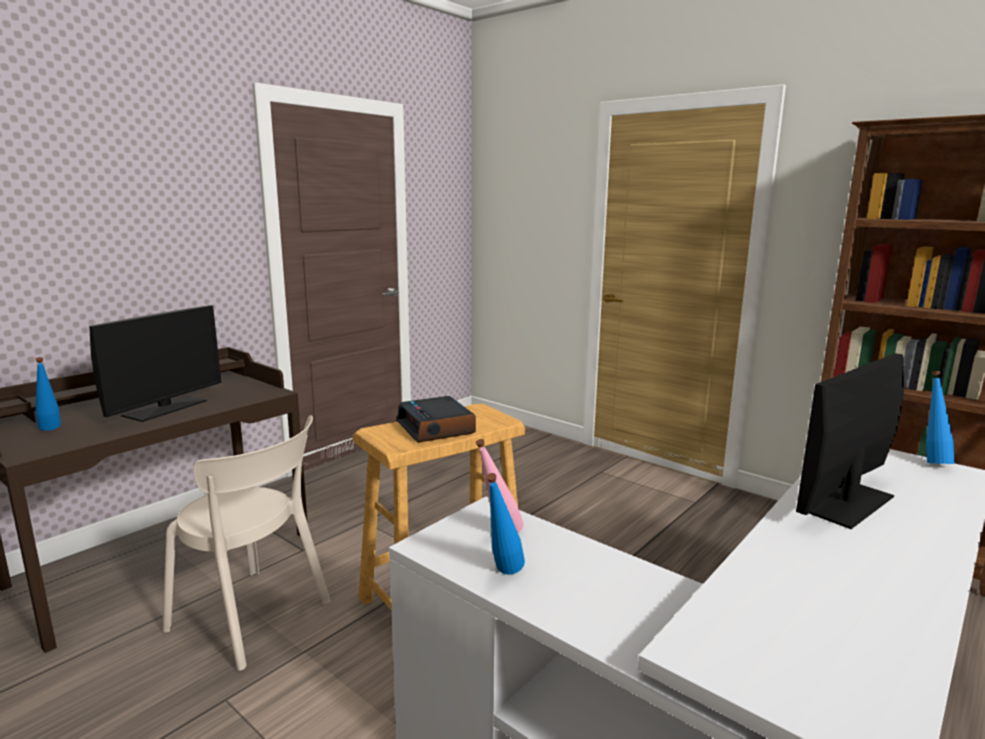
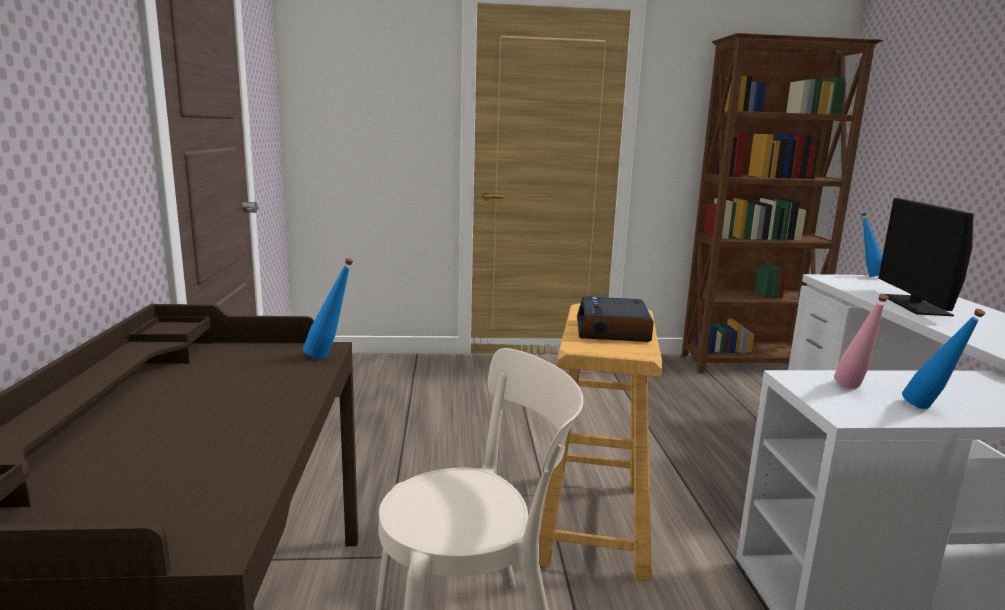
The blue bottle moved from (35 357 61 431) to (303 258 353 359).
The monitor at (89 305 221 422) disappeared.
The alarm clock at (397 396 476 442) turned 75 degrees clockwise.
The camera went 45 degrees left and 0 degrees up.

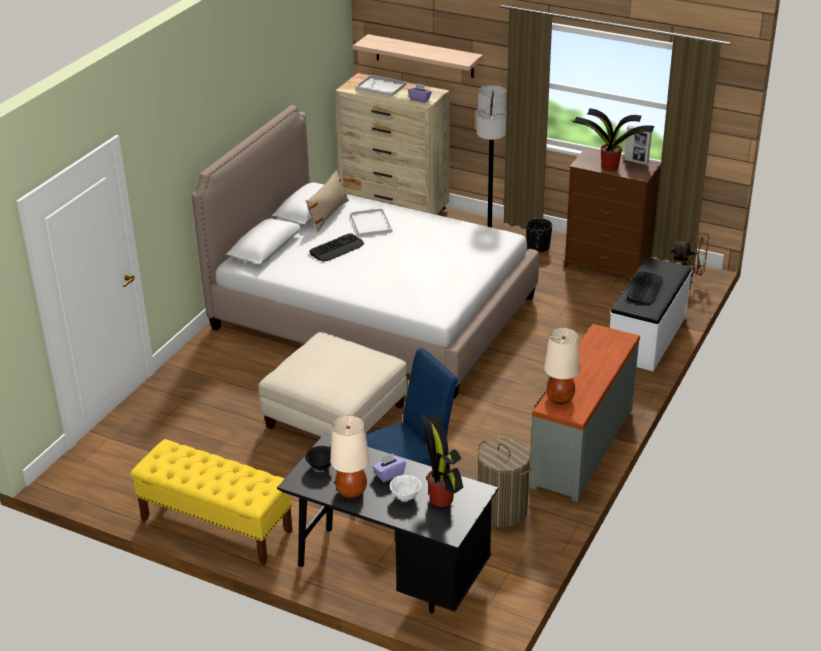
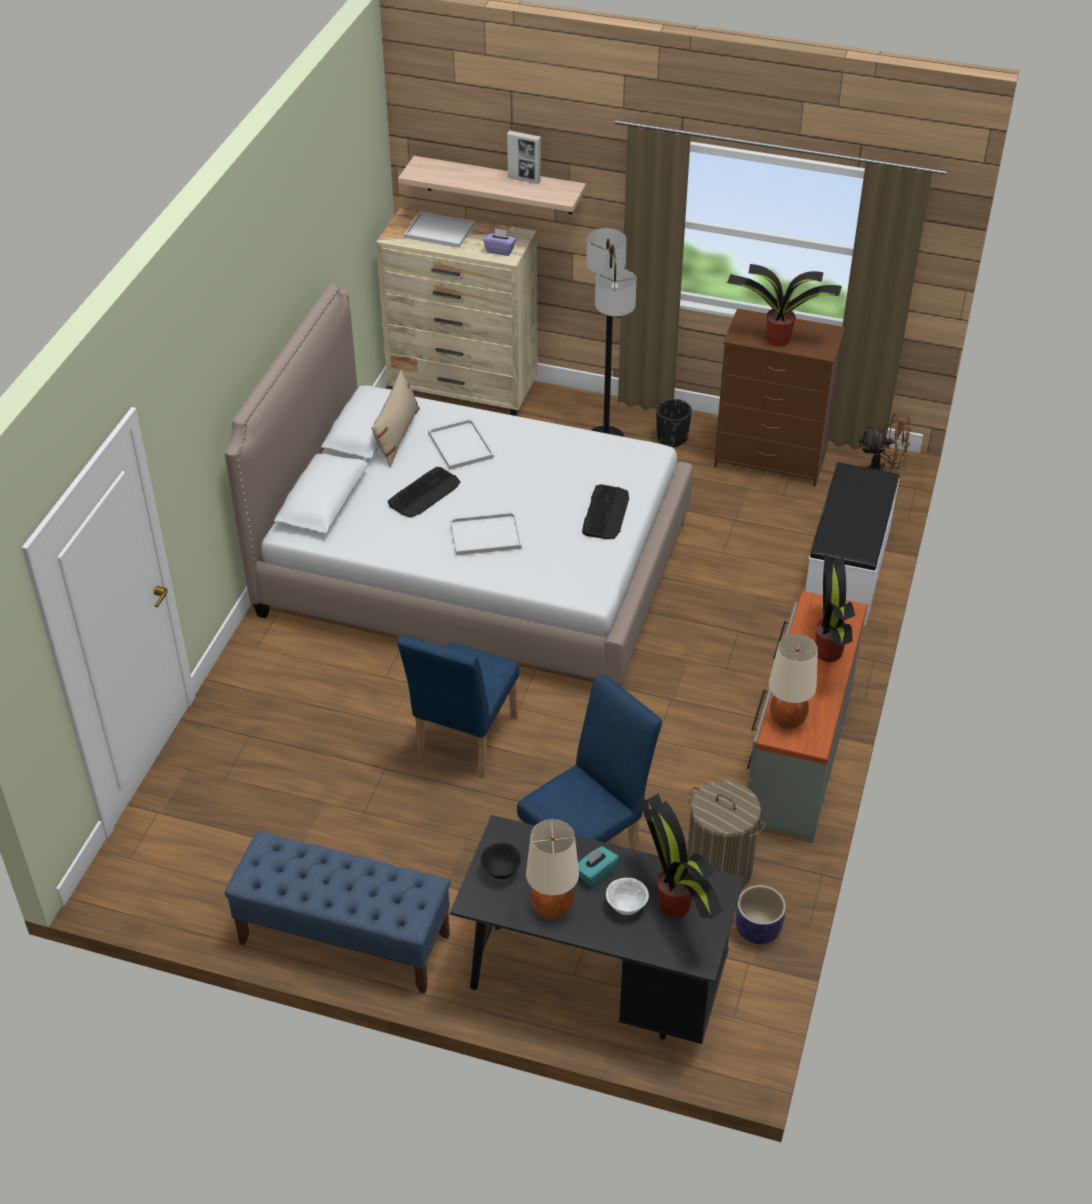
The yellow bench at (130 439 293 565) became the blue bench at (224 831 451 994).
The beige ottoman at (258 332 407 437) was replaced by the blue chair at (397 635 519 778).
The purple tissue box at (372 453 406 482) became the turquoise tissue box at (578 846 619 887).
The picture frame moved from (624 125 652 165) to (507 130 541 184).
The keyboard moved from (627 271 663 305) to (582 484 629 539).
The white tray at (450 512 522 555) appeared.
The planter at (736 885 786 944) appeared.
The potted plant at (815 554 855 662) appeared.
The camera went 10 degrees left and 10 degrees up.

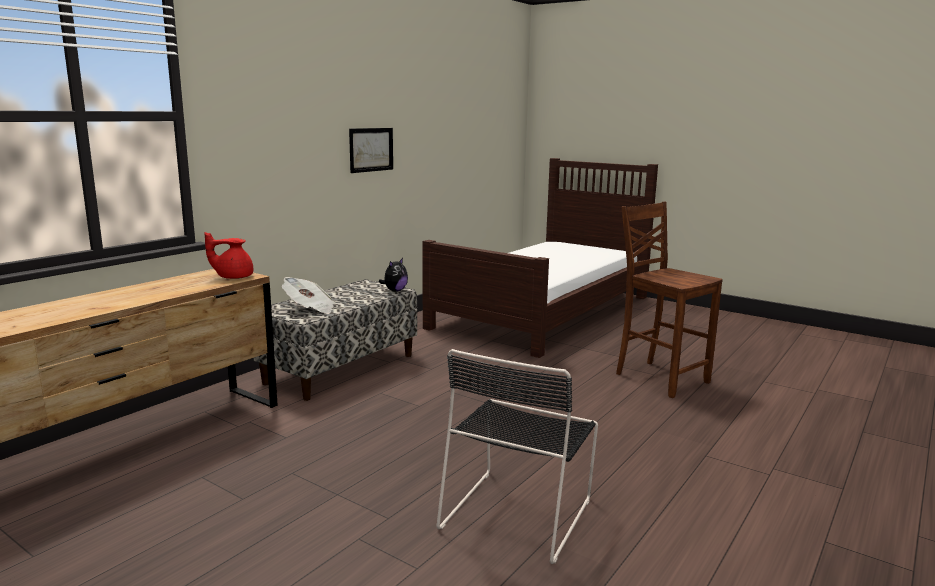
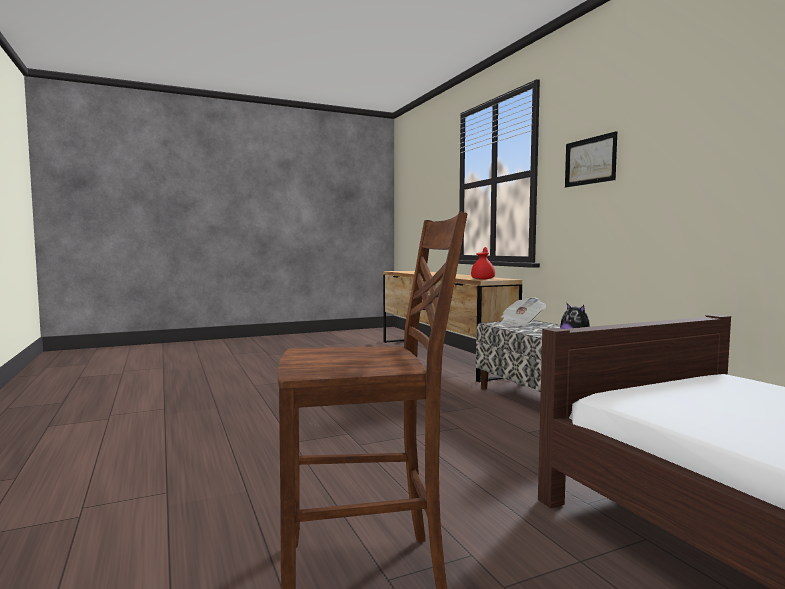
The picture moved from (349 128 393 173) to (565 131 617 187).
The black chair at (437 349 598 564) disappeared.
The camera went 120 degrees right and 10 degrees down.

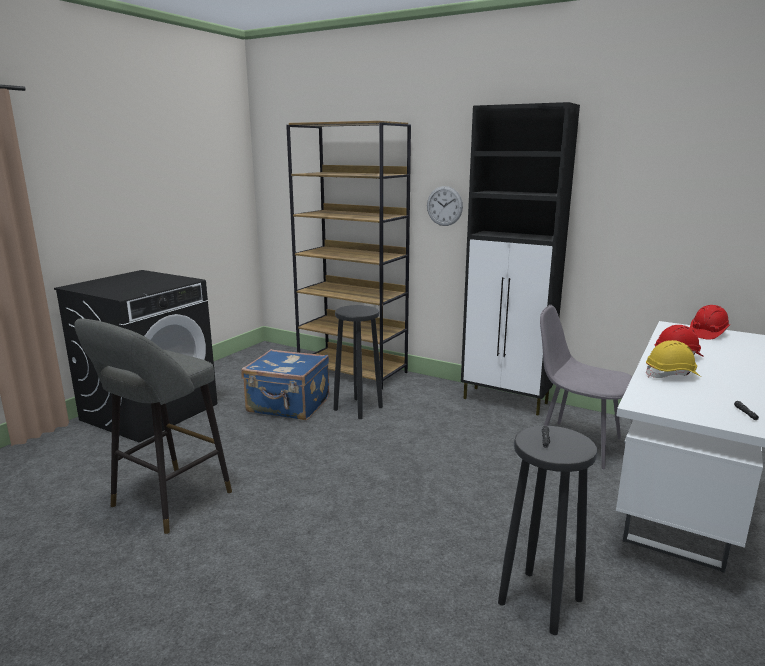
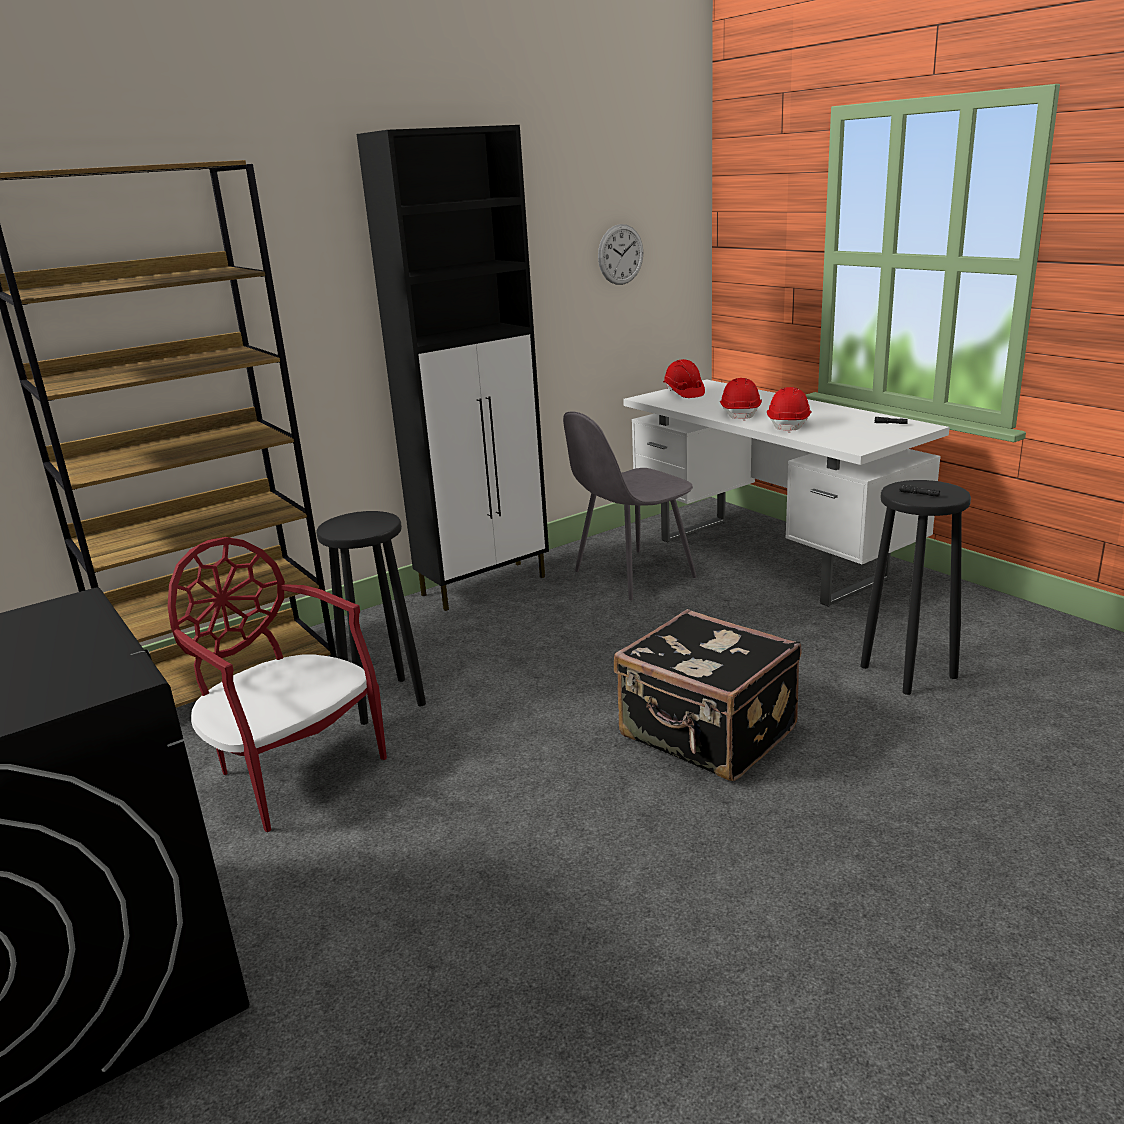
The grey stool at (74 318 232 534) disappeared.
The blue suitcase at (241 349 329 420) was replaced by the red chair at (168 537 387 832).
The wall clock moved from (427 186 463 226) to (598 224 643 285).
The yellow hard hat at (646 340 701 378) became the red hard hat at (767 387 812 433).
The black suitcase at (614 609 801 781) appeared.
The camera went 65 degrees left and 5 degrees up.

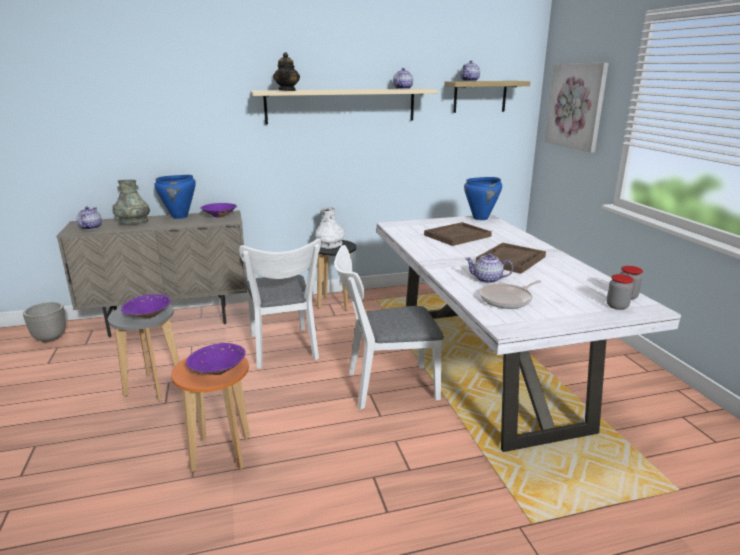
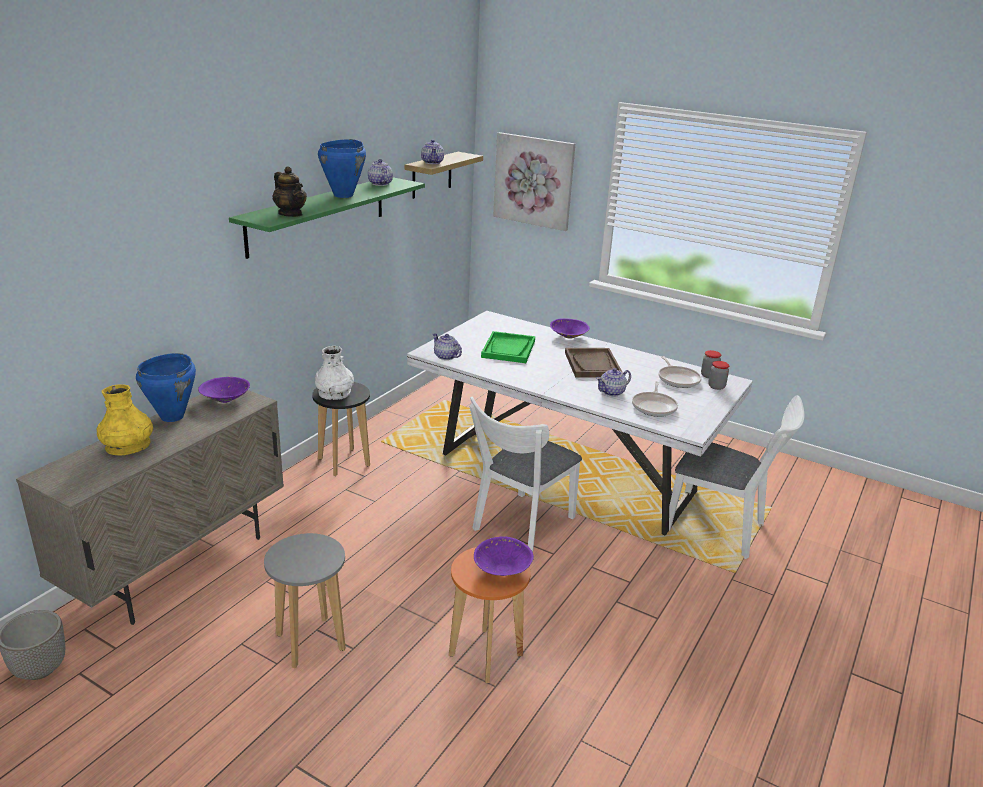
The teapot moved from (76 207 102 230) to (433 333 462 360).
The grey vase at (112 180 150 224) became the yellow vase at (96 384 153 456).
The purple bowl moved from (121 294 171 318) to (550 318 590 339).
The white chair moved from (239 238 321 369) to (669 395 804 559).
The beige shelf at (250 89 438 124) became the green shelf at (229 177 425 259).
The brown tray at (424 222 492 246) became the green tray at (481 331 535 363).
The blue cooking pot moved from (464 177 502 220) to (318 139 366 198).
The frying pan at (658 356 702 388) appeared.
The camera went 45 degrees left and 5 degrees up.

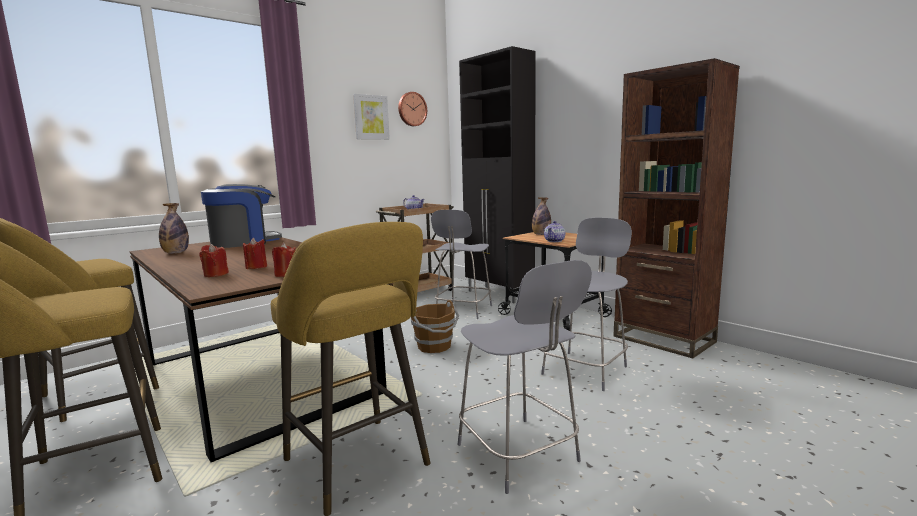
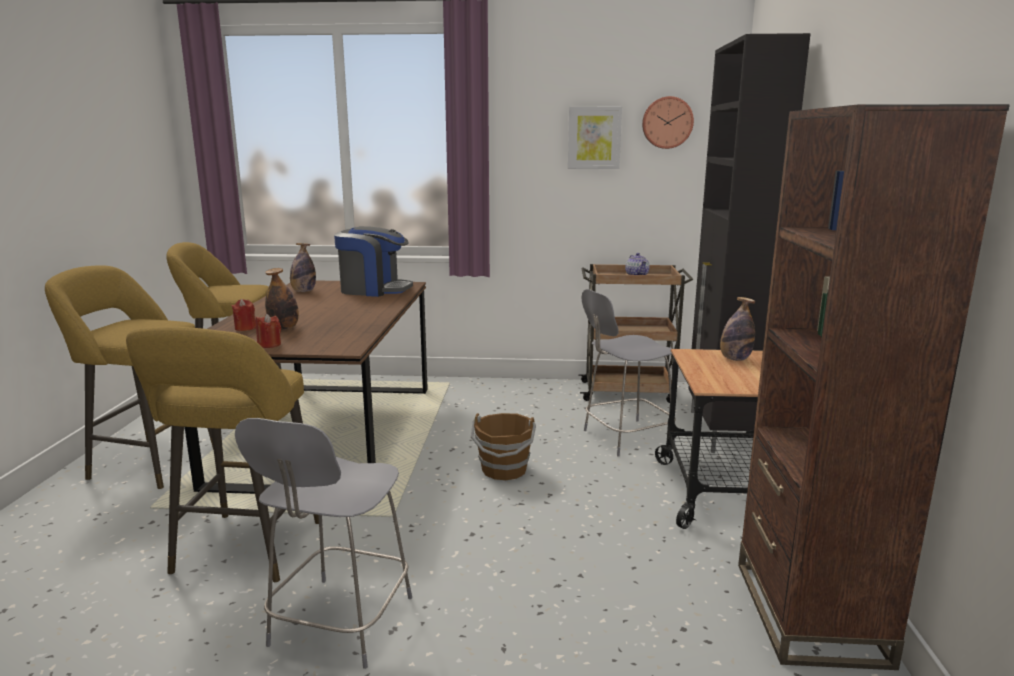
The red candle at (243 238 267 269) was replaced by the bottle at (265 268 299 330).
The grey chair at (541 218 632 391) disappeared.
The teapot at (544 221 565 242) disappeared.
The camera went 45 degrees right and 5 degrees up.

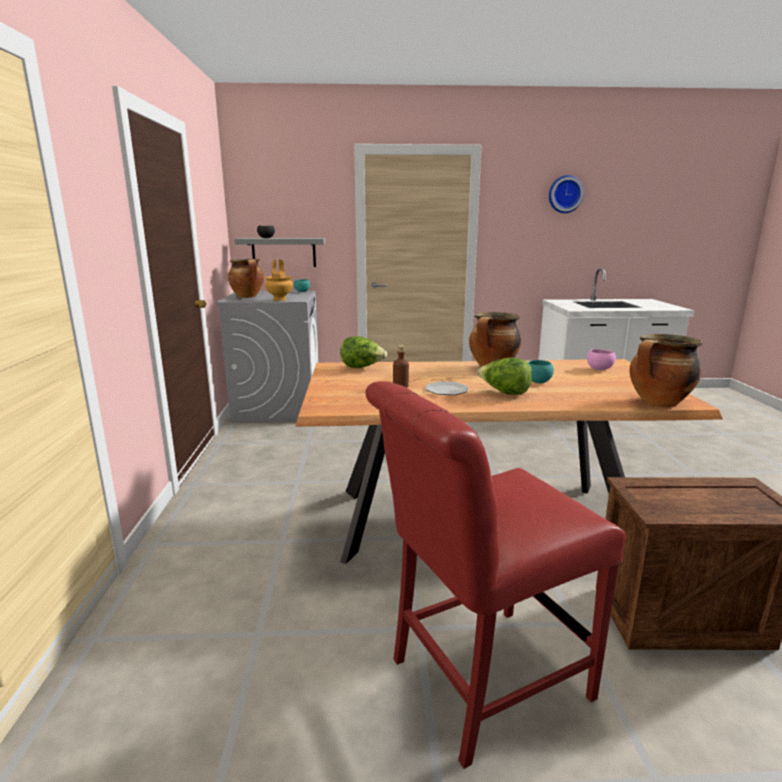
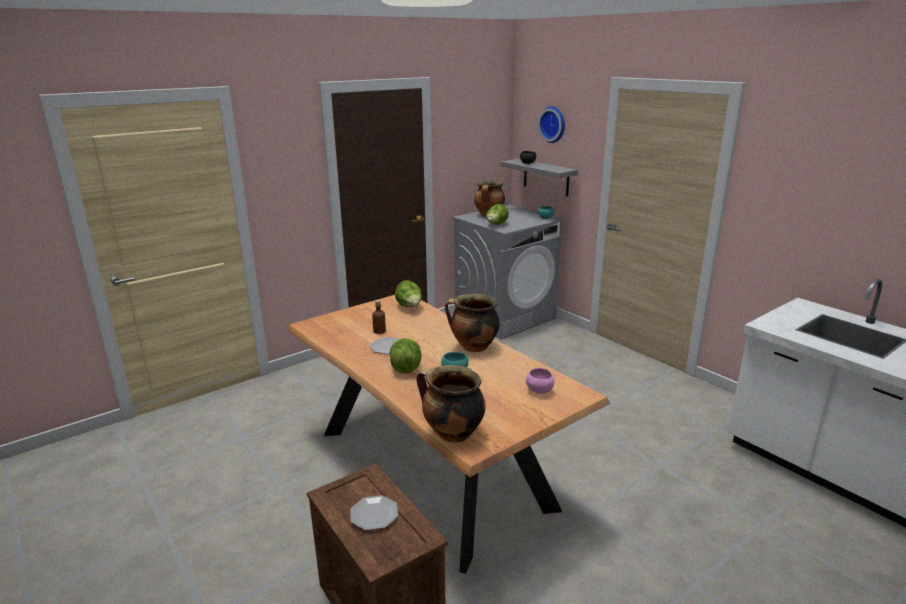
The brown vase at (265 259 293 301) was replaced by the lettuce at (486 204 509 225).
The red chair at (366 381 626 769) disappeared.
The wall clock moved from (549 175 584 213) to (538 106 565 143).
The plate at (350 495 398 531) appeared.
The camera went 55 degrees right and 5 degrees up.

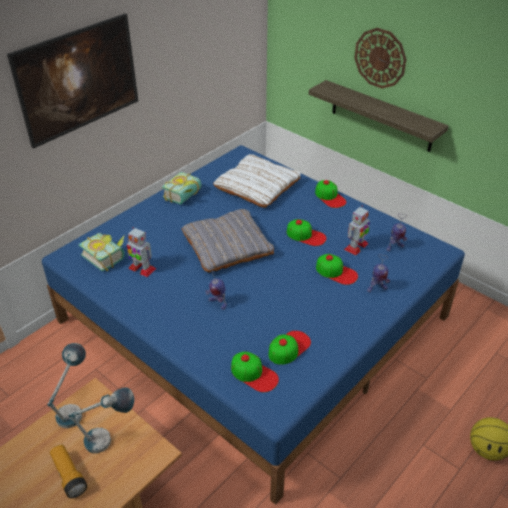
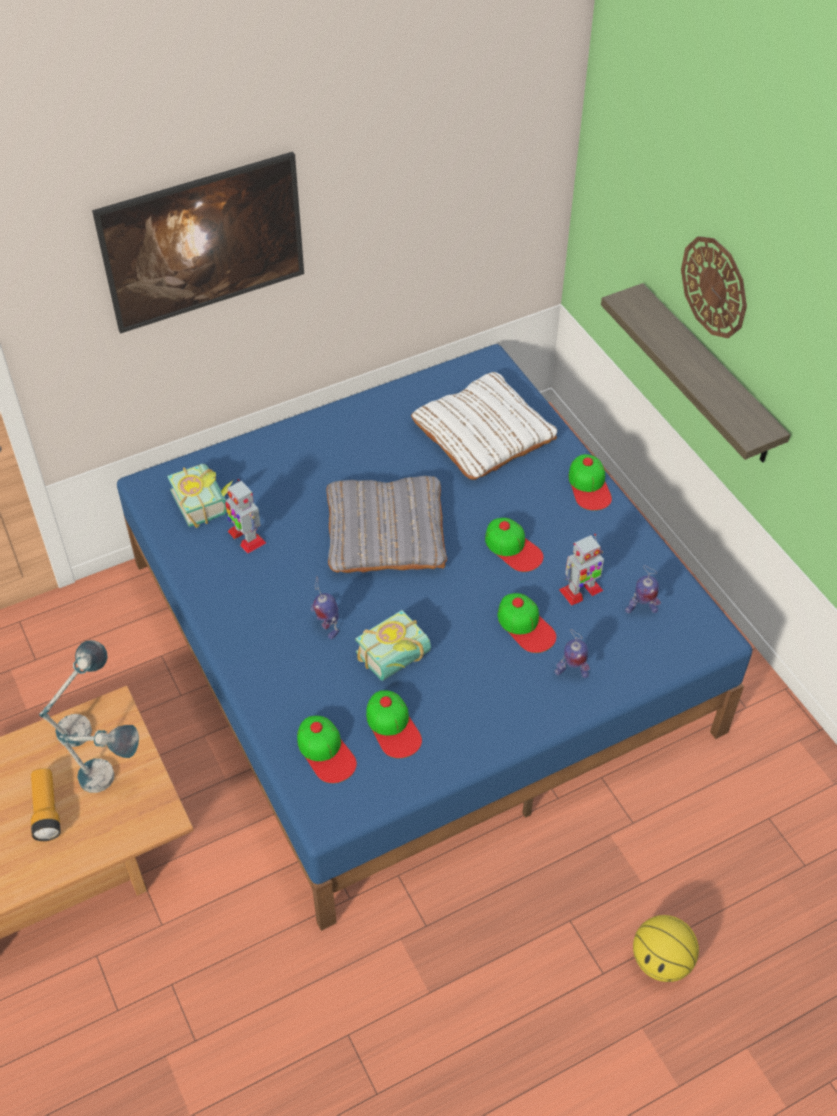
The book moved from (162 172 201 205) to (355 610 431 681).
The cap at (269 331 311 365) turned 90 degrees clockwise.
The camera went 20 degrees right and 10 degrees up.

